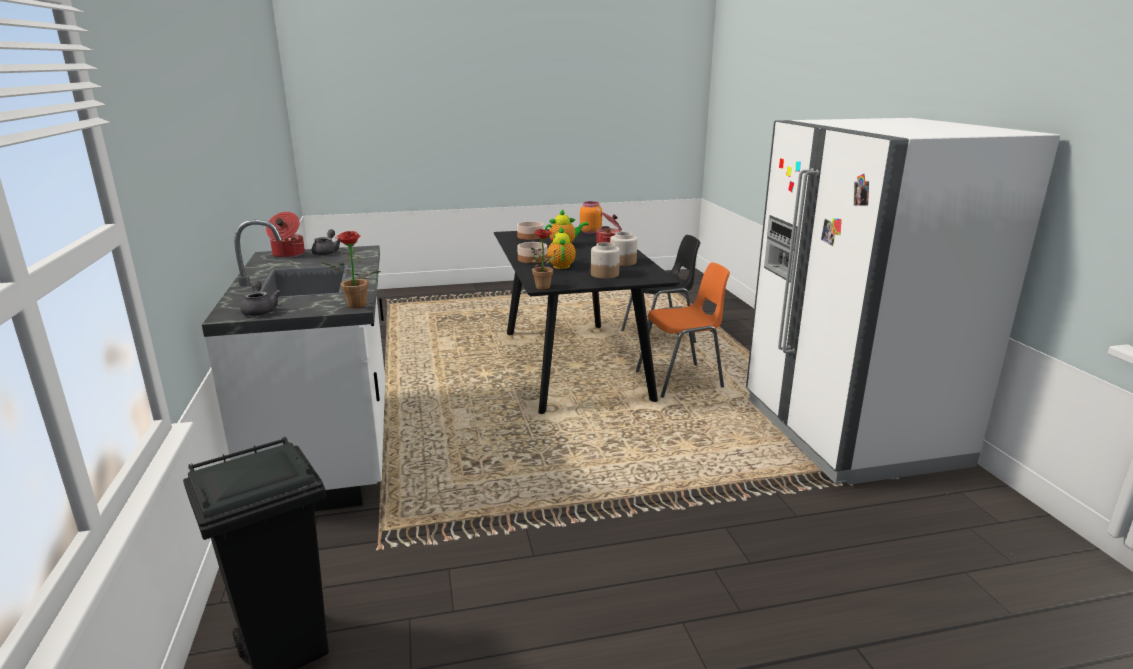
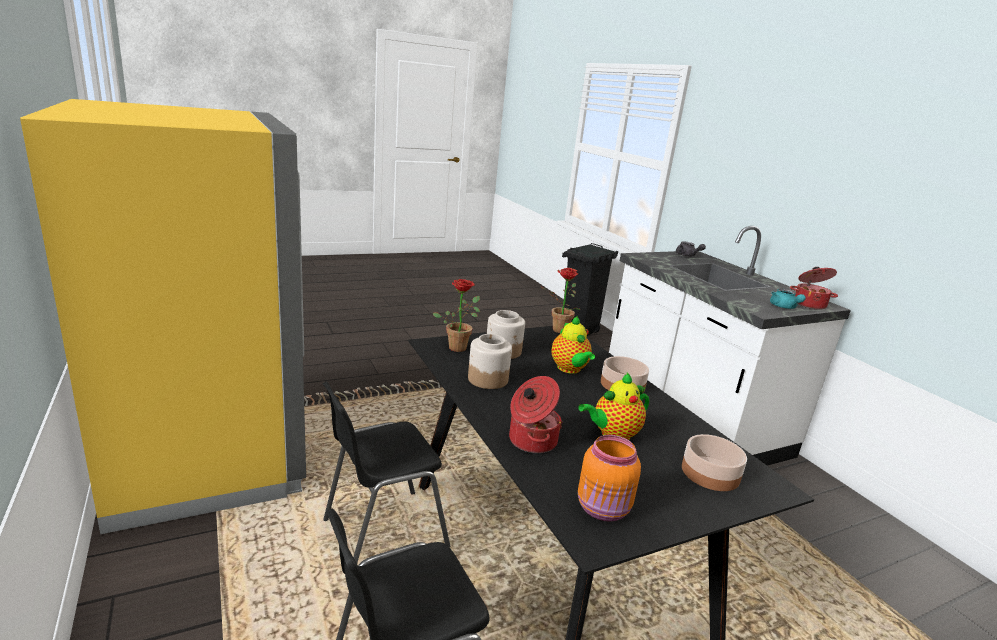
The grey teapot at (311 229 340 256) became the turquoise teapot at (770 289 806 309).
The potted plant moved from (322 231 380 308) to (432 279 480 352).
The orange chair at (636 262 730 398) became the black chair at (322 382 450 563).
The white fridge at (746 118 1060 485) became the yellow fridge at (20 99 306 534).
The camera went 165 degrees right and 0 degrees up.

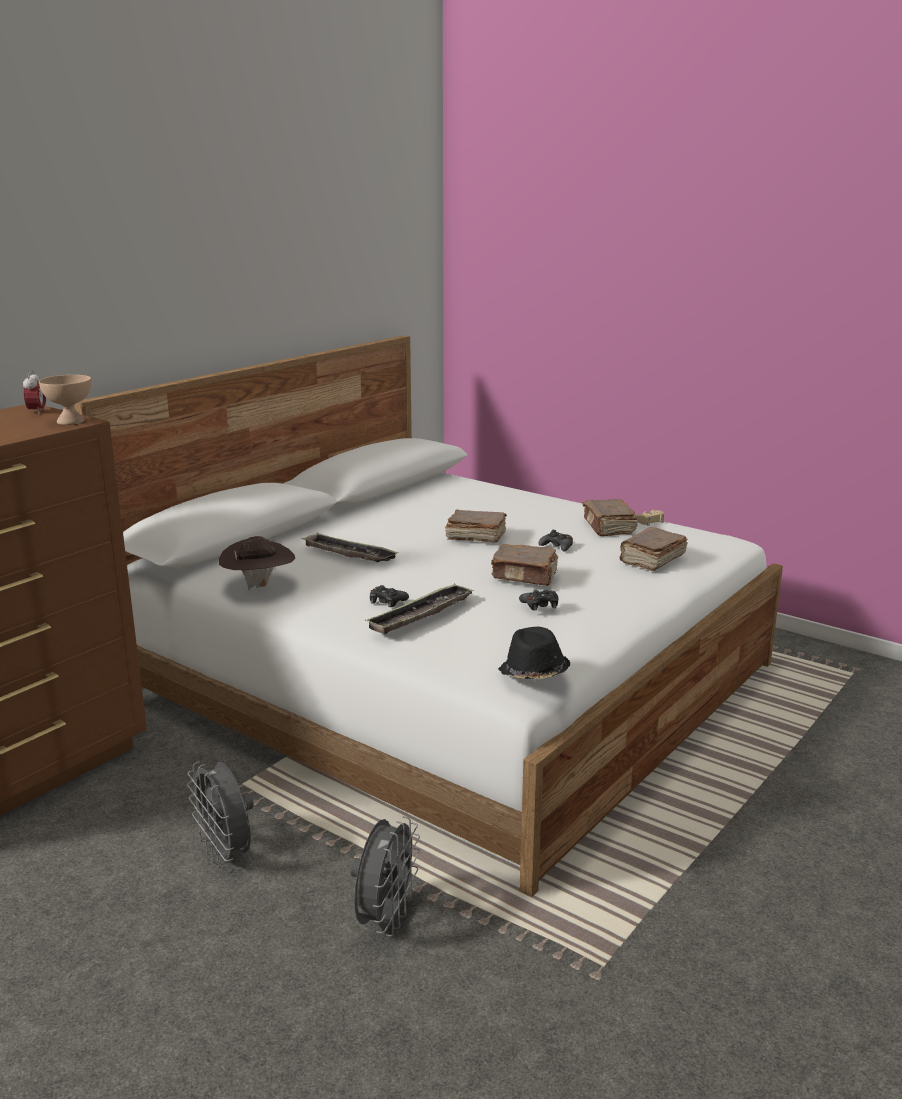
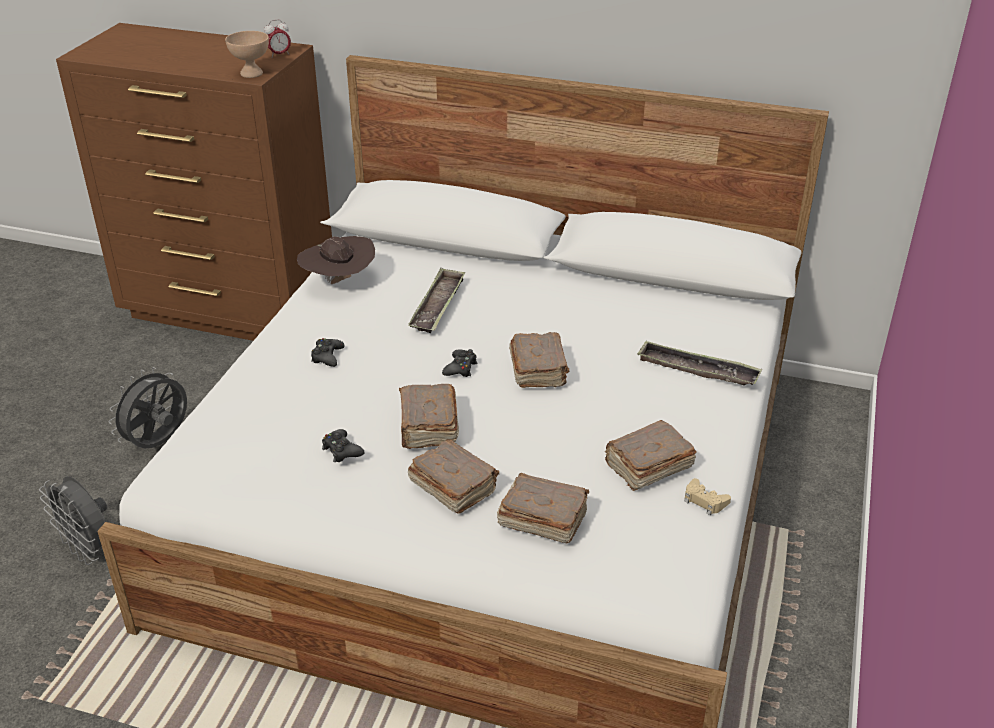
The grey fan at (350 816 420 936) turned 45 degrees clockwise.
The tray moved from (365 583 474 634) to (637 341 762 386).
The black hat at (499 627 571 679) disappeared.
The black game controller moved from (538 530 573 552) to (442 349 477 377).
The brown book at (408 439 499 513) appeared.
The camera went 70 degrees right and 15 degrees up.

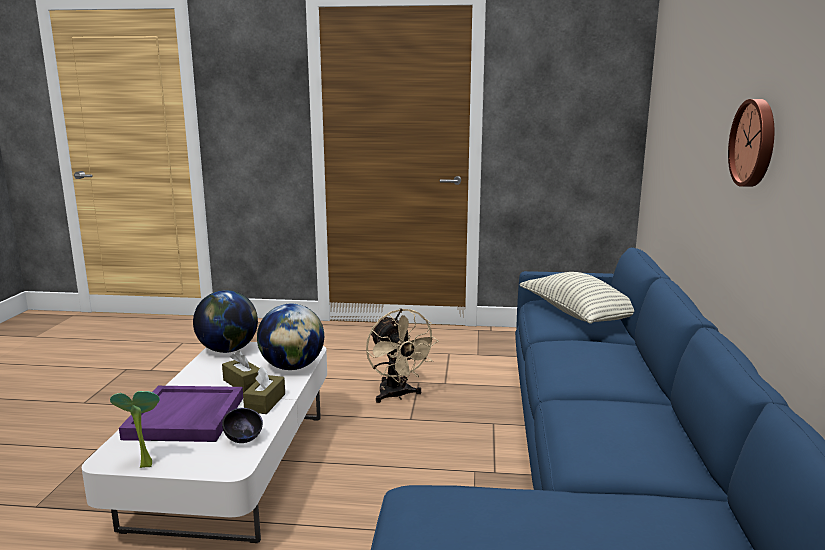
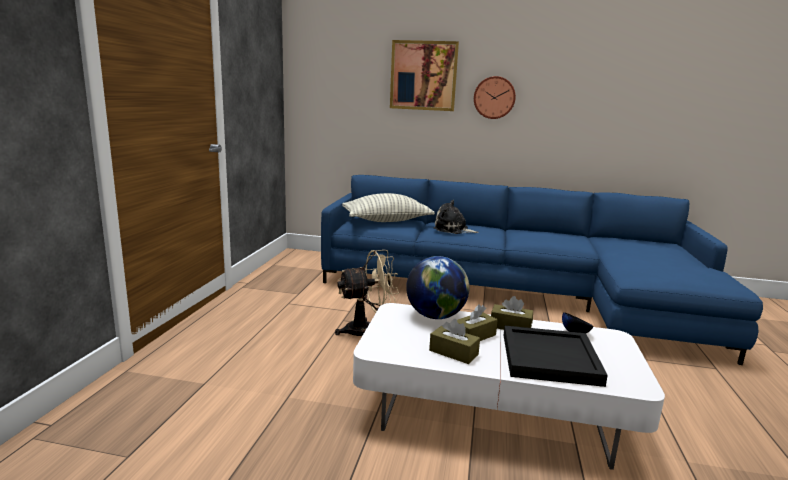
The potted plant at (110 391 160 468) disappeared.
The purple tray at (119 386 243 442) became the black tray at (504 326 608 387).
The globe at (193 290 258 353) disappeared.
The picture at (390 40 459 111) appeared.
The brown tissue box at (429 319 480 364) appeared.
The plush toy at (434 200 479 234) appeared.
The camera went 85 degrees left and 0 degrees up.

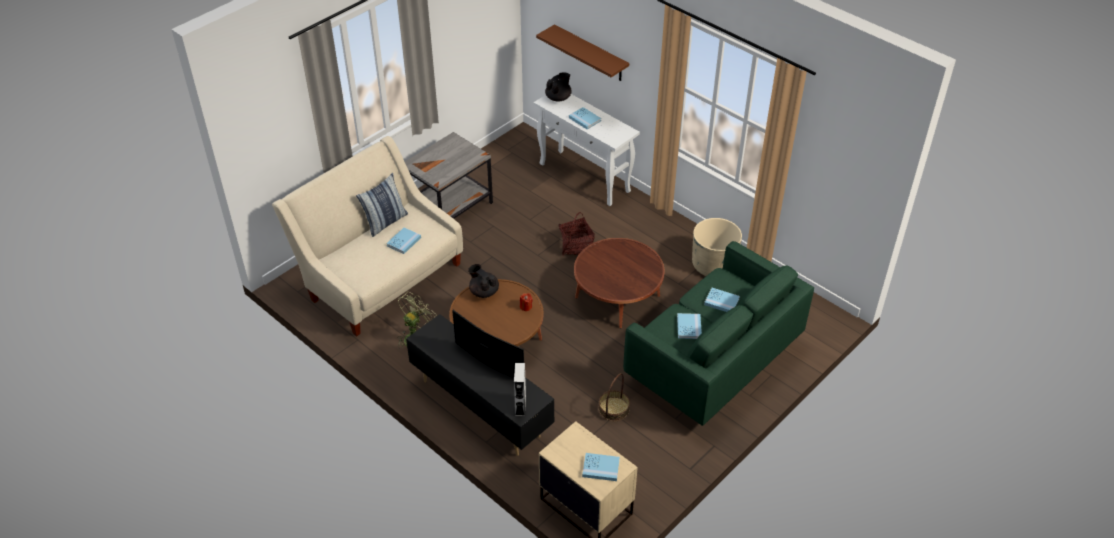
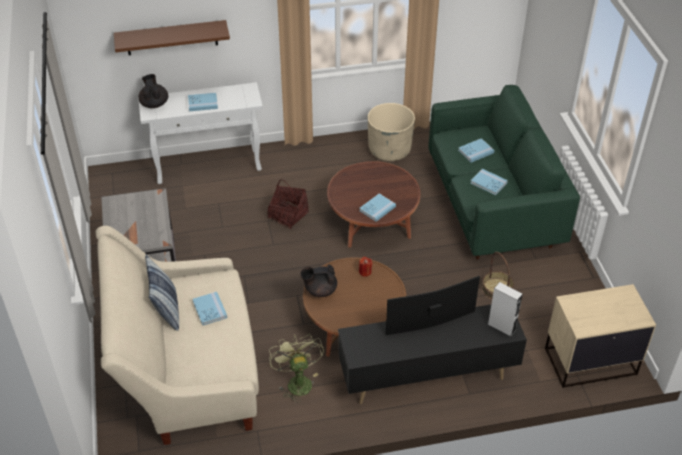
The blue book moved from (582 453 620 481) to (359 193 396 222).
The camera went 55 degrees left and 0 degrees up.

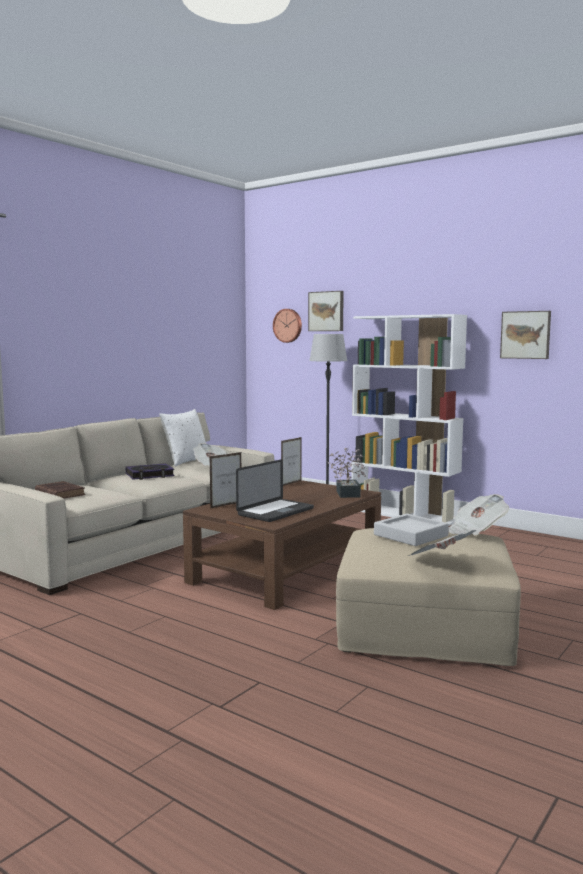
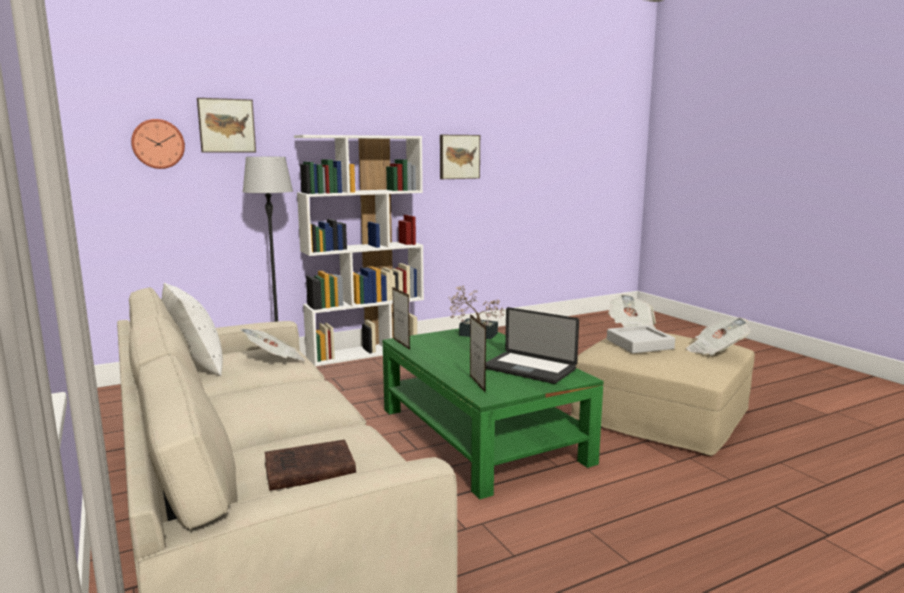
The book at (126 463 174 480) disappeared.
The brown coffee table at (183 480 381 610) became the green coffee table at (383 328 604 499).
The laptop at (236 459 314 522) turned 150 degrees clockwise.
The camera went 65 degrees left and 5 degrees up.

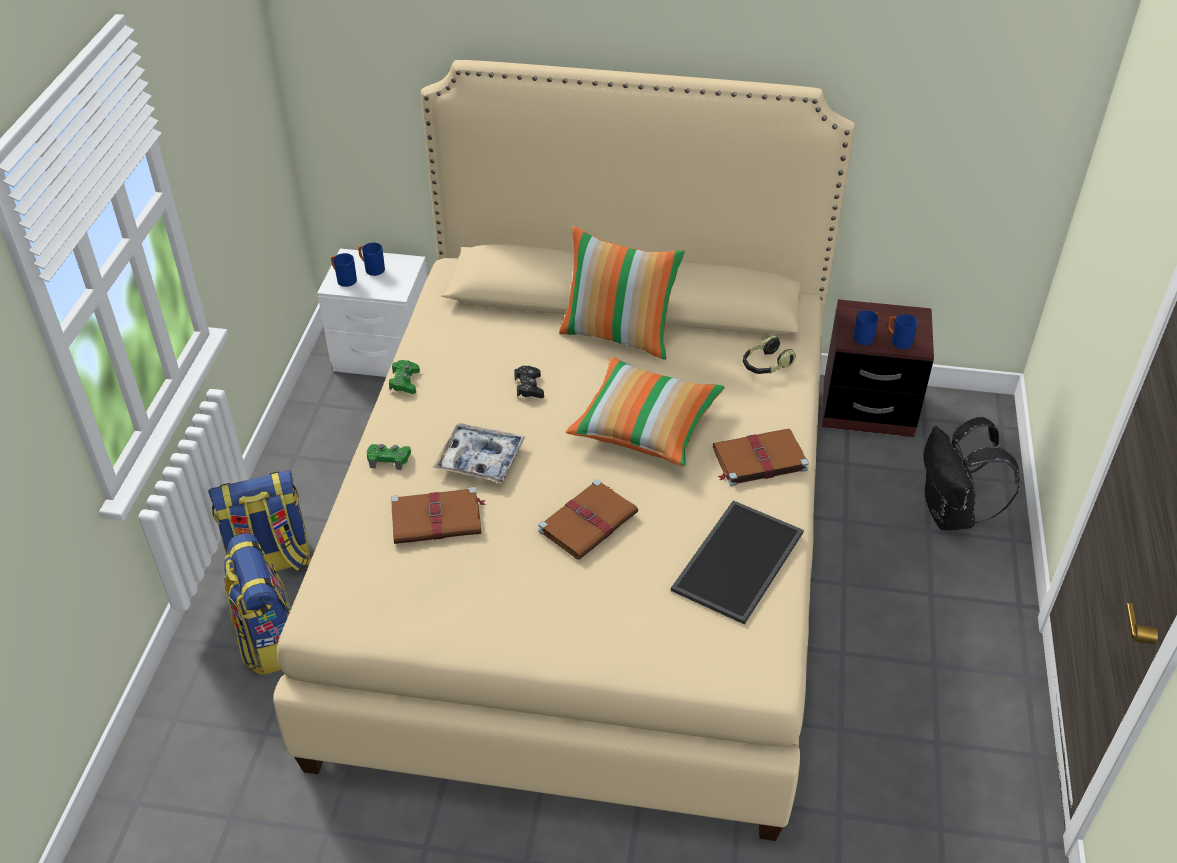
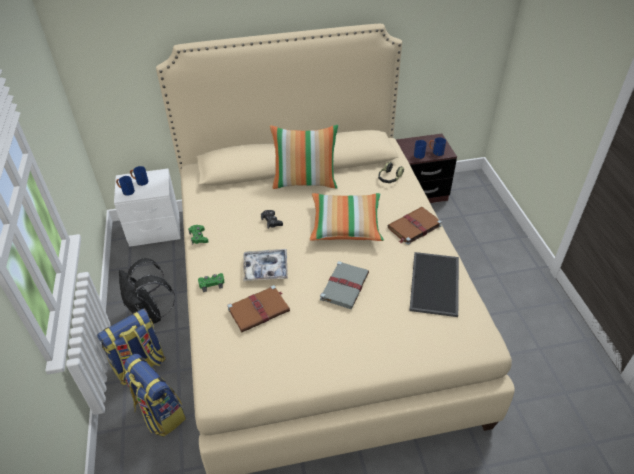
The brown book at (538 479 638 560) became the grey book at (320 261 369 309).
The black backpack moved from (924 417 1020 531) to (119 258 175 324).
The camera went 20 degrees left and 0 degrees up.

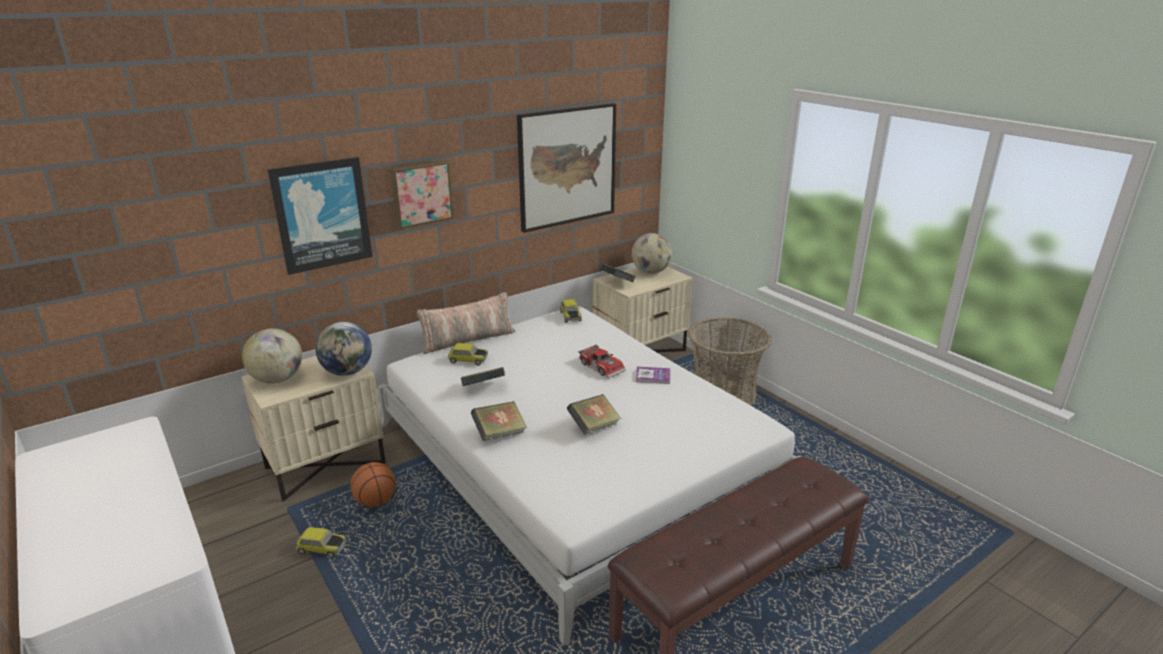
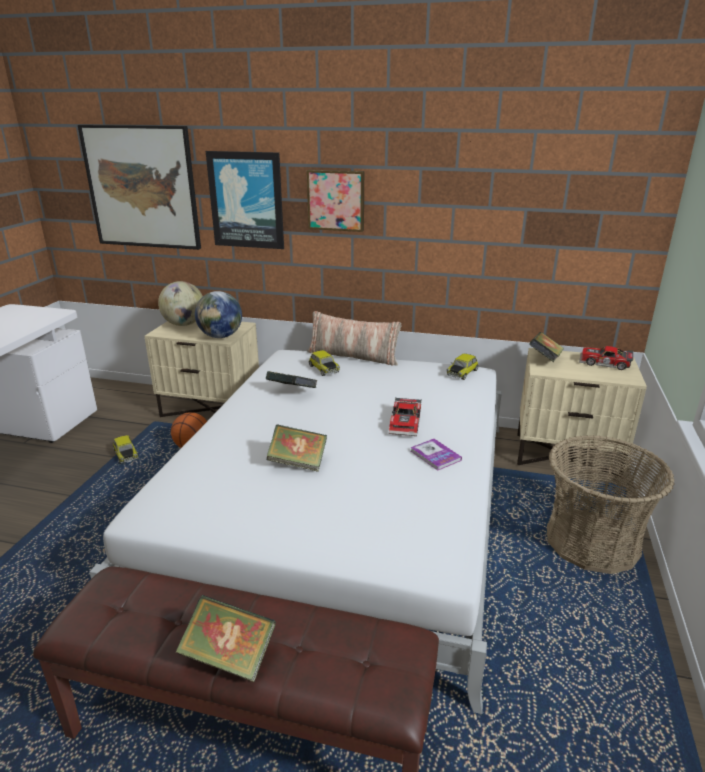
The book moved from (471 401 527 441) to (176 595 276 682).
The picture moved from (517 103 616 233) to (78 125 201 250).
The globe at (632 233 672 274) was replaced by the toy car at (579 346 633 370).
The camera went 50 degrees right and 0 degrees up.

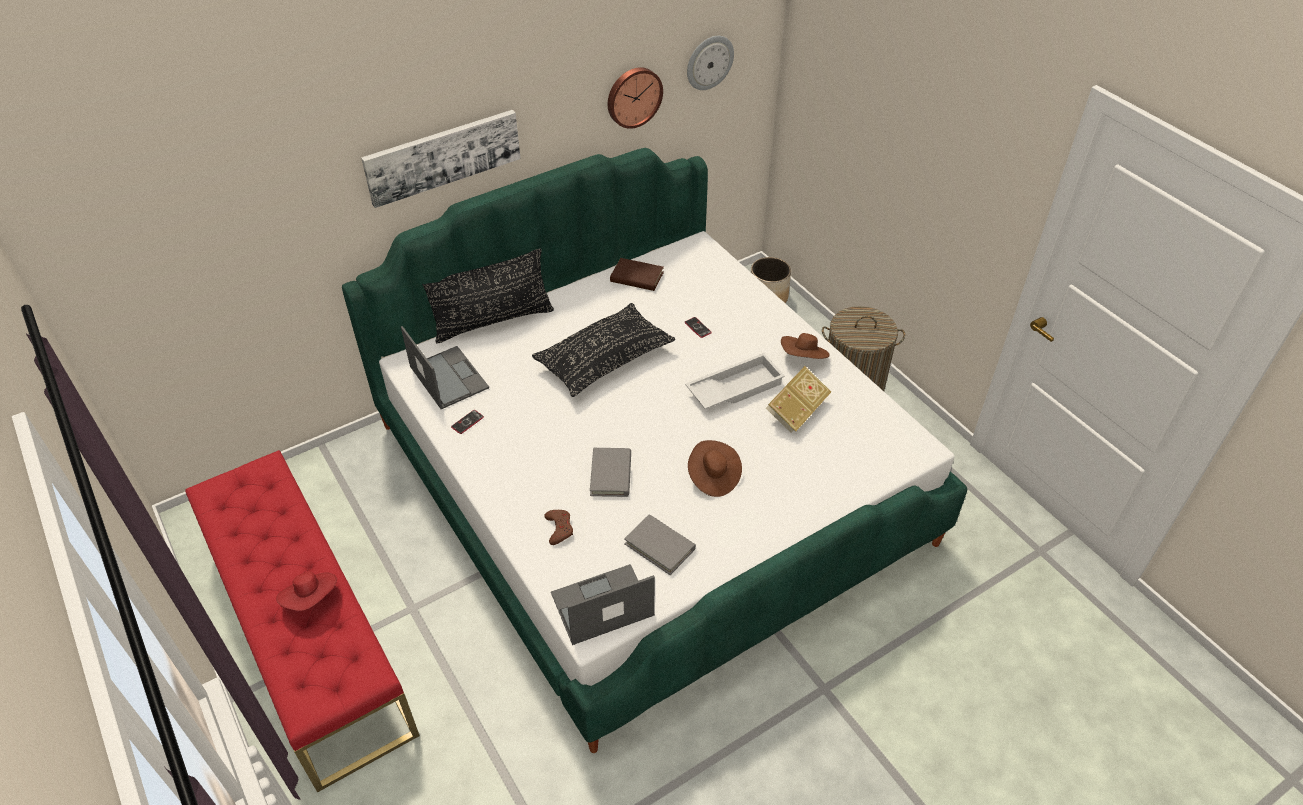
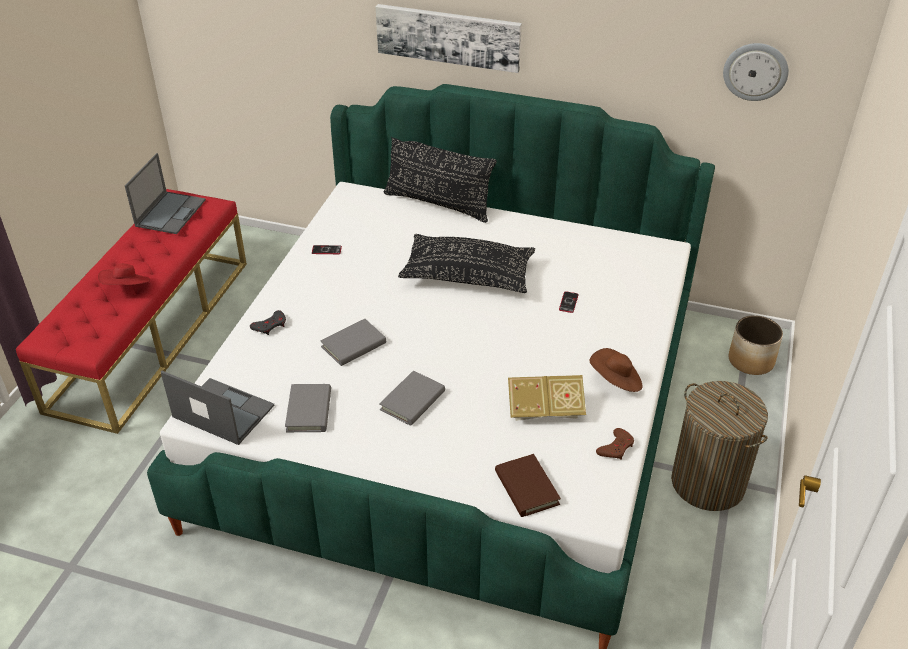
The laptop moved from (401 326 489 409) to (125 153 206 234).
The brown game controller moved from (544 510 573 545) to (596 428 634 460).
The wall clock at (608 67 663 129) disappeared.
The brown book moved from (610 258 664 291) to (495 454 561 517).
The white tray at (685 353 785 409) disappeared.
The brown hat at (688 440 742 497) was replaced by the grey book at (379 370 445 426).
The grey game controller at (250 310 286 335) appeared.
The camera went 50 degrees right and 5 degrees down.

